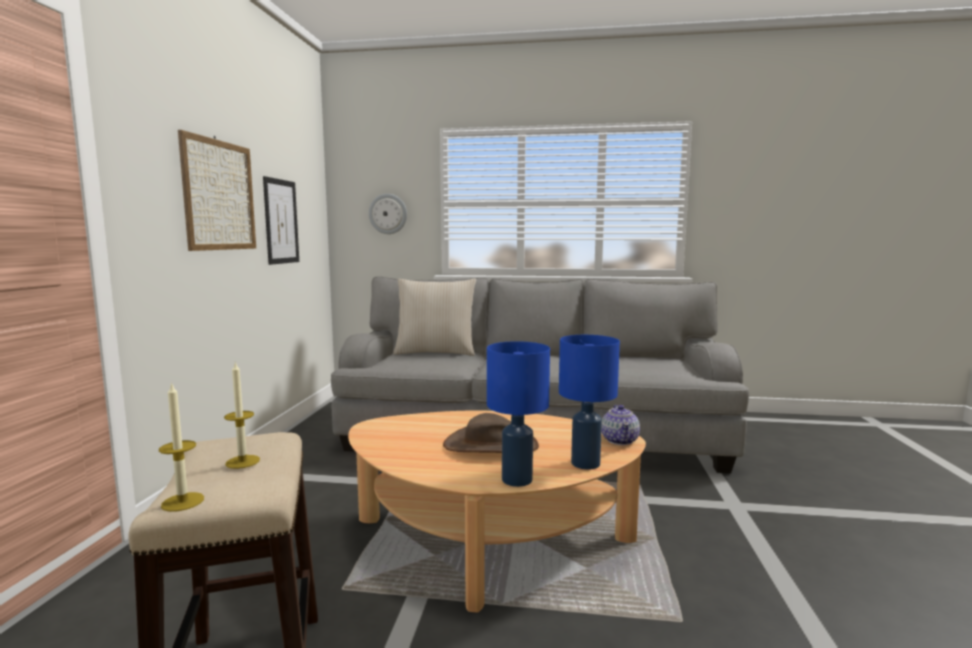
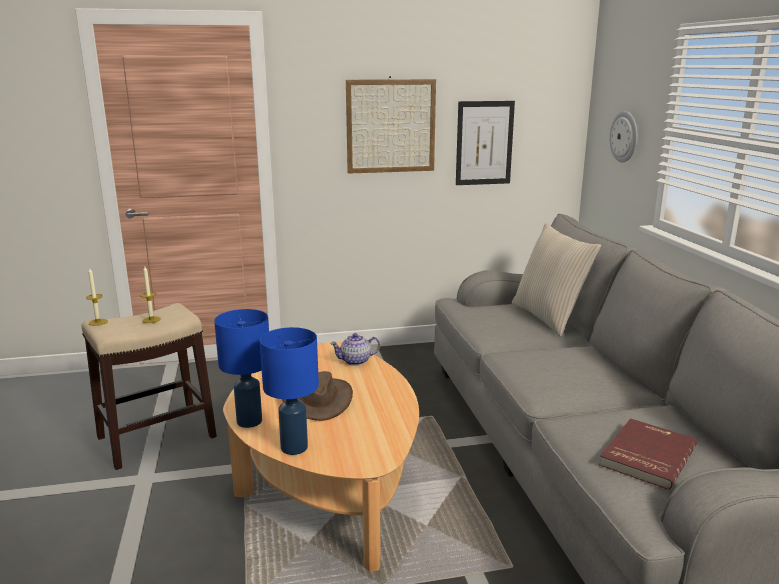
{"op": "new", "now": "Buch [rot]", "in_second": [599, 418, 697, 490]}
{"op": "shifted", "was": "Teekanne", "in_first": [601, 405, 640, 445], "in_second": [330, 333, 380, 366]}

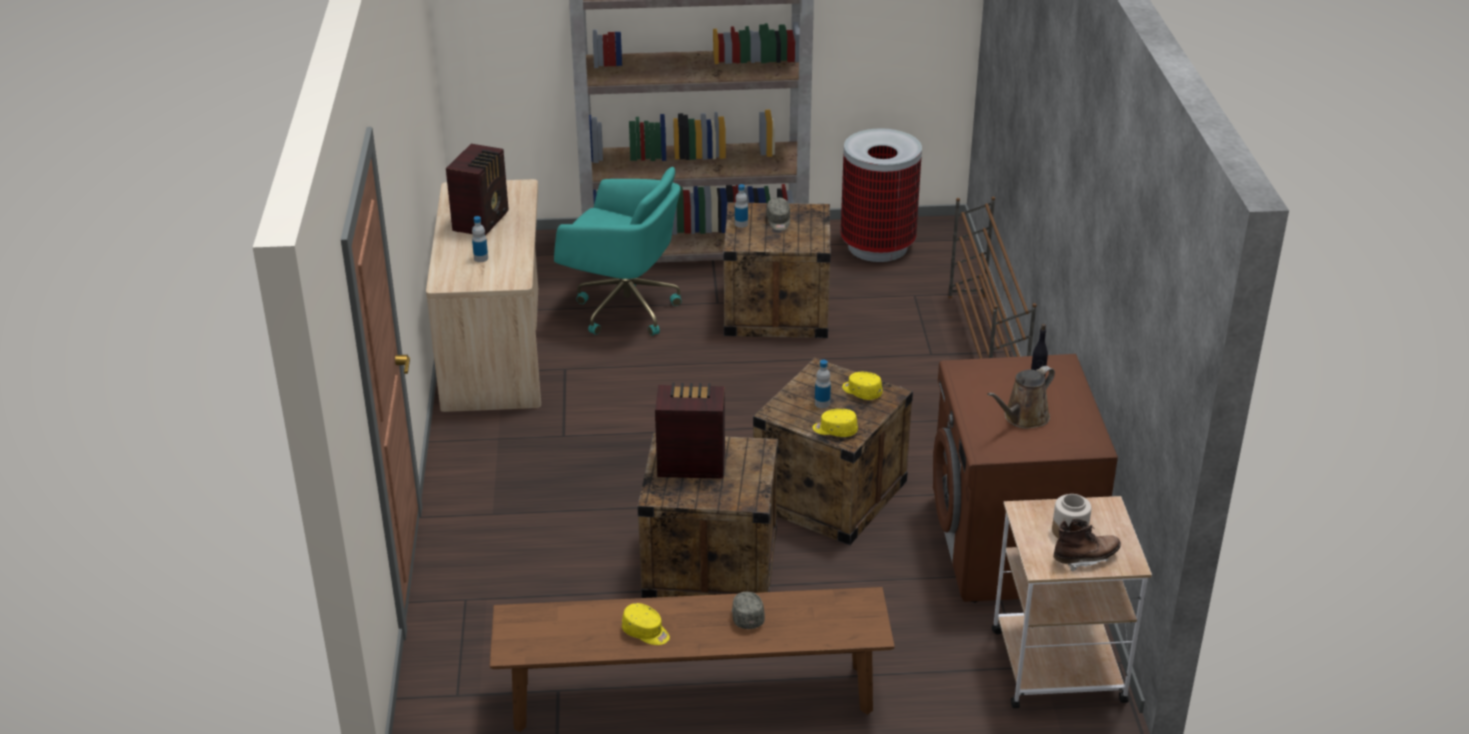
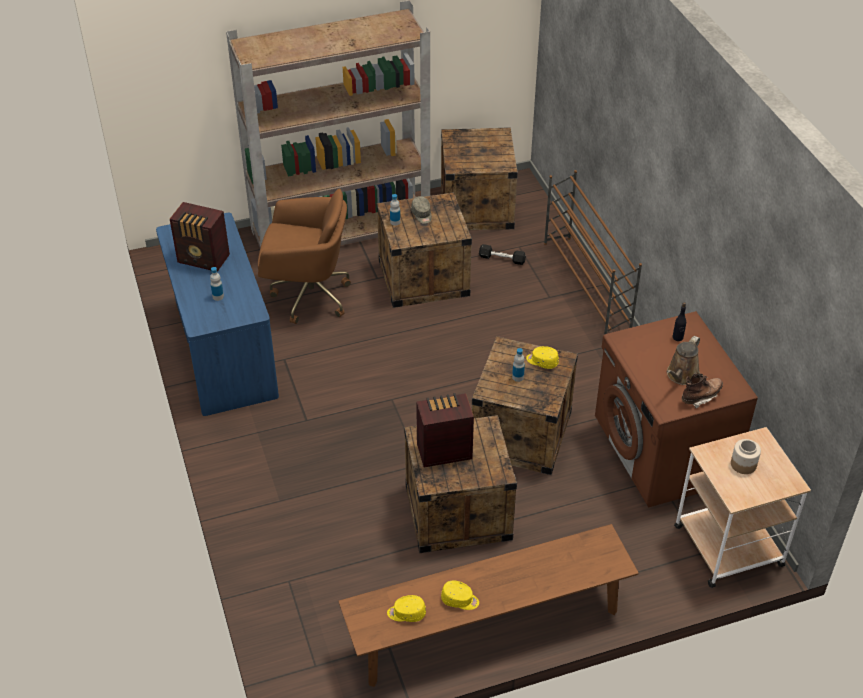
{"op": "gone", "was": "Kappe [grau]", "in_first": [732, 592, 765, 629]}
{"op": "new", "now": "Hantel [schwarz]", "in_second": [479, 244, 526, 265]}
{"op": "shifted", "was": "Kappe [gelb]", "in_first": [813, 409, 858, 437], "in_second": [387, 595, 426, 622]}
{"op": "shifted", "was": "Stiefel [braun]", "in_first": [1053, 519, 1121, 572], "in_second": [682, 373, 723, 408]}
{"op": "swapped", "was": "Mülleimer", "now": "Kiste", "in_first": [841, 128, 922, 262], "in_second": [441, 127, 518, 230]}
{"op": "repainted", "was": "Schreibtisch [beige]", "now": "Schreibtisch [blau]", "in_first": [426, 179, 541, 412], "in_second": [156, 212, 279, 416]}
{"op": "repainted", "was": "Bürostuhl [türkis]", "now": "Bürostuhl [braun]", "in_first": [554, 167, 682, 336], "in_second": [258, 189, 351, 324]}
{"op": "rotated", "was": "Radio", "in_first": [446, 144, 509, 236], "in_second": [170, 202, 230, 272], "clockwise": 105}

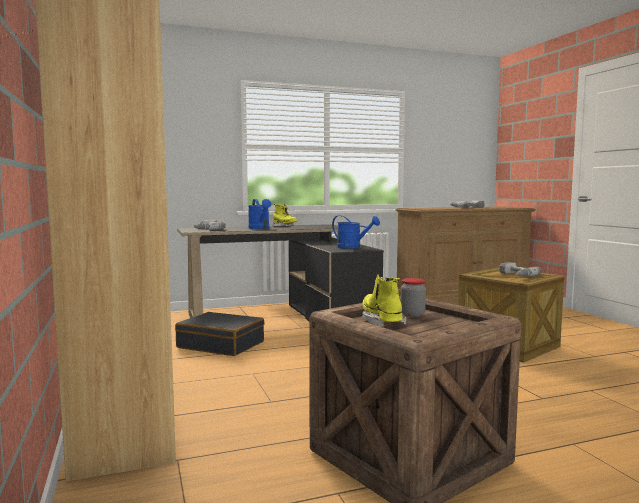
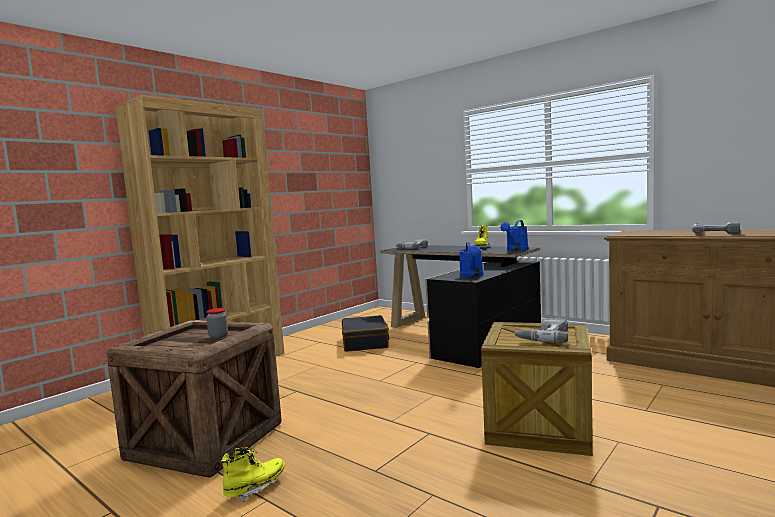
{"op": "shifted", "was": "Gießkanne [blau]", "in_first": [248, 199, 271, 229], "in_second": [500, 220, 529, 251]}
{"op": "shifted", "was": "Stiefel [gelb]", "in_first": [362, 274, 407, 327], "in_second": [221, 448, 285, 502]}

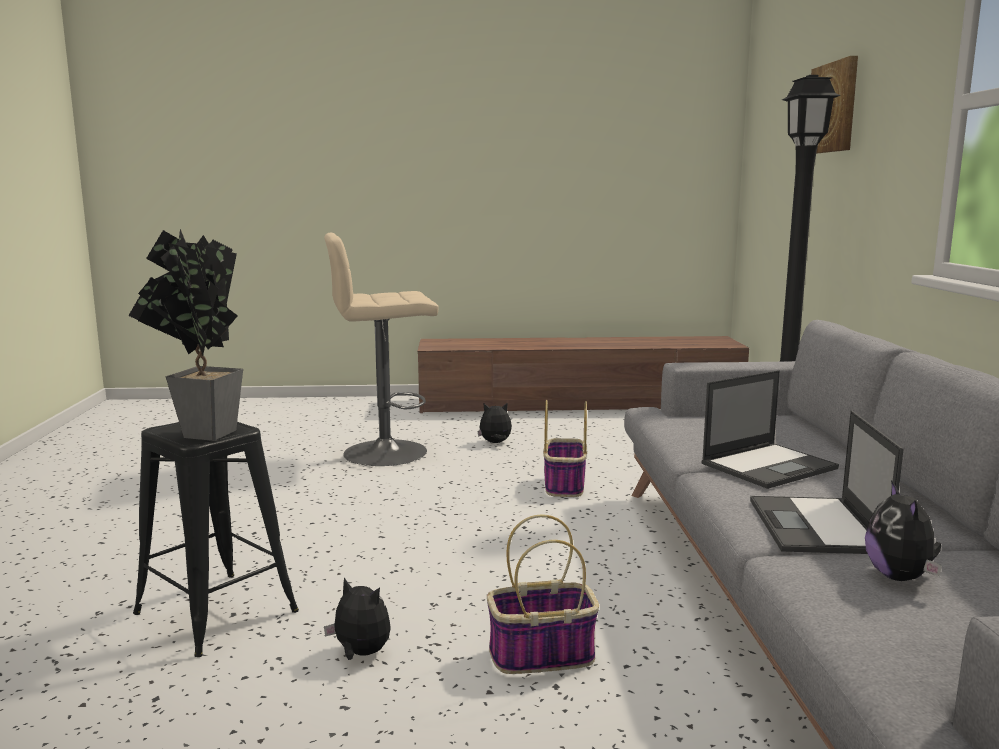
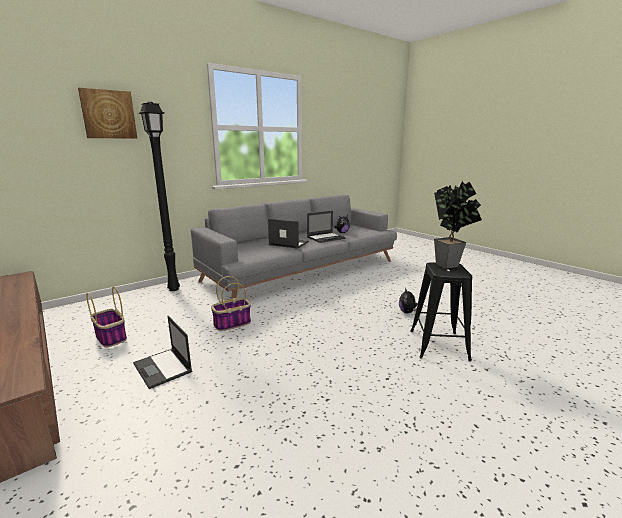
{"op": "gone", "was": "Hocker [beige]", "in_first": [324, 233, 439, 466]}
{"op": "shifted", "was": "Korb", "in_first": [487, 514, 599, 674], "in_second": [86, 287, 127, 348]}
{"op": "swapped", "was": "Plüschtier", "now": "Laptop", "in_first": [477, 402, 512, 443], "in_second": [133, 316, 192, 389]}

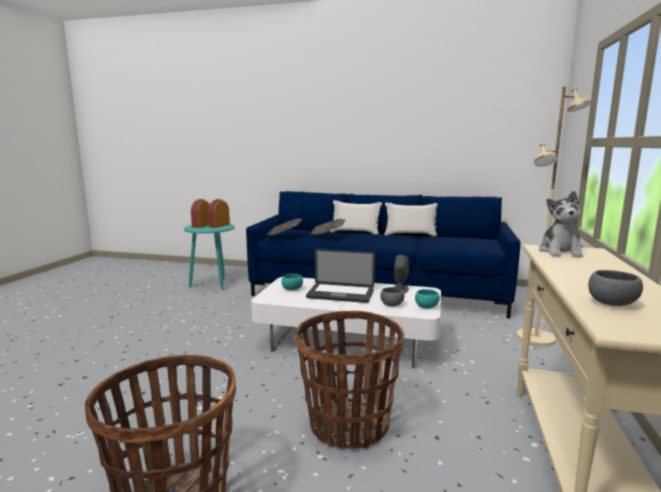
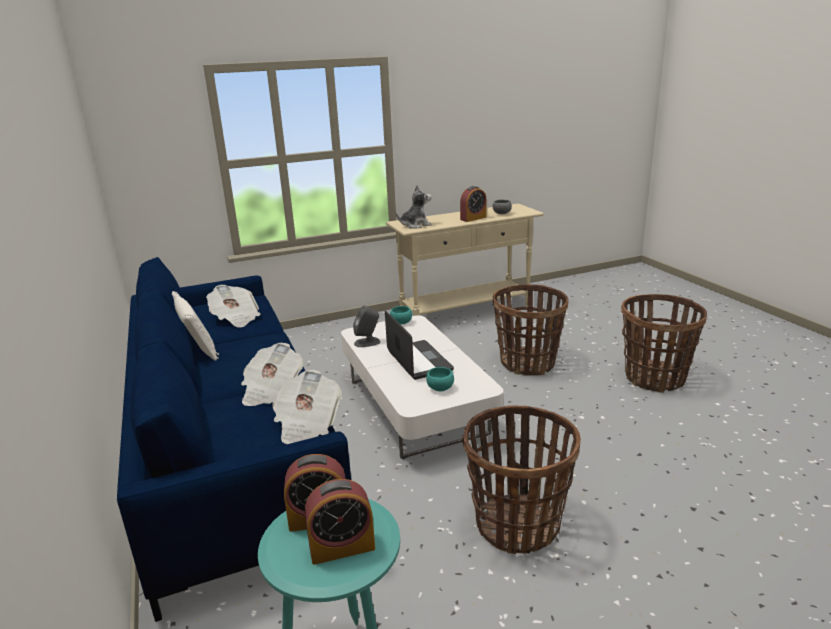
{"op": "gone", "was": "Kissen [weiß]", "in_first": [330, 200, 382, 235]}
{"op": "gone", "was": "Schüssel [grau]", "in_first": [380, 287, 404, 307]}
{"op": "gone", "was": "Stehlampe [beige]", "in_first": [517, 87, 592, 346]}
{"op": "new", "now": "Zeitung", "in_second": [206, 285, 261, 328]}
{"op": "new", "now": "Wecker", "in_second": [460, 186, 487, 222]}
{"op": "new", "now": "Korb", "in_second": [462, 406, 581, 555]}

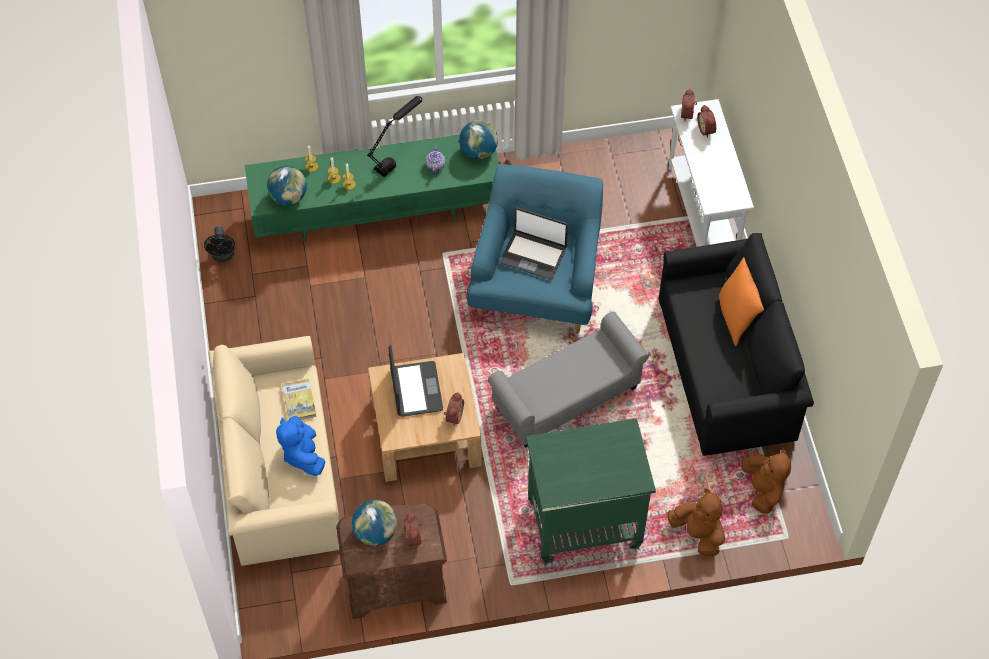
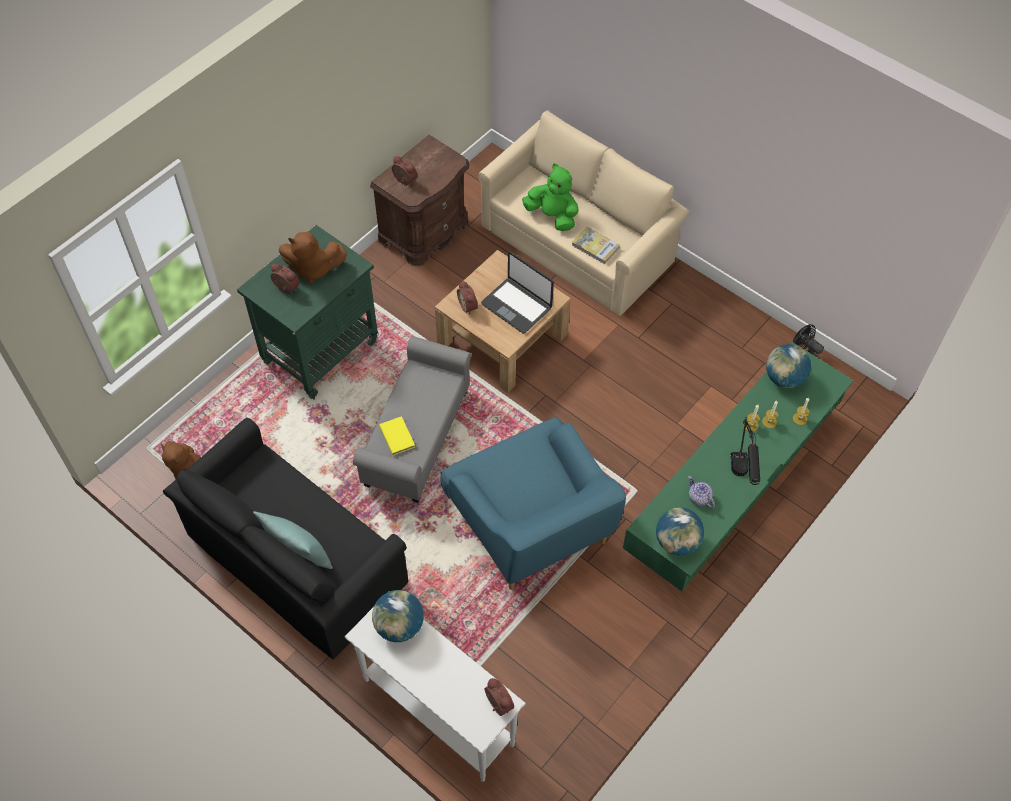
{"op": "gone", "was": "Laptop", "in_first": [500, 207, 568, 280]}
{"op": "new", "now": "Buch [gelb]", "in_second": [379, 416, 415, 455]}
{"op": "shifted", "was": "Globus", "in_first": [352, 500, 398, 546], "in_second": [372, 590, 424, 642]}
{"op": "shifted", "was": "Plüschtier [braun]", "in_first": [668, 489, 725, 556], "in_second": [278, 232, 347, 284]}
{"op": "shifted", "was": "Wecker", "in_first": [697, 105, 716, 138], "in_second": [271, 263, 300, 294]}
{"op": "repainted", "was": "Plüschtier [blau]", "now": "Plüschtier [grün]", "in_first": [276, 416, 325, 476], "in_second": [522, 164, 578, 231]}
{"op": "repainted", "was": "Kissen [orange]", "now": "Kissen [türkis]", "in_first": [719, 257, 764, 346], "in_second": [253, 511, 333, 569]}

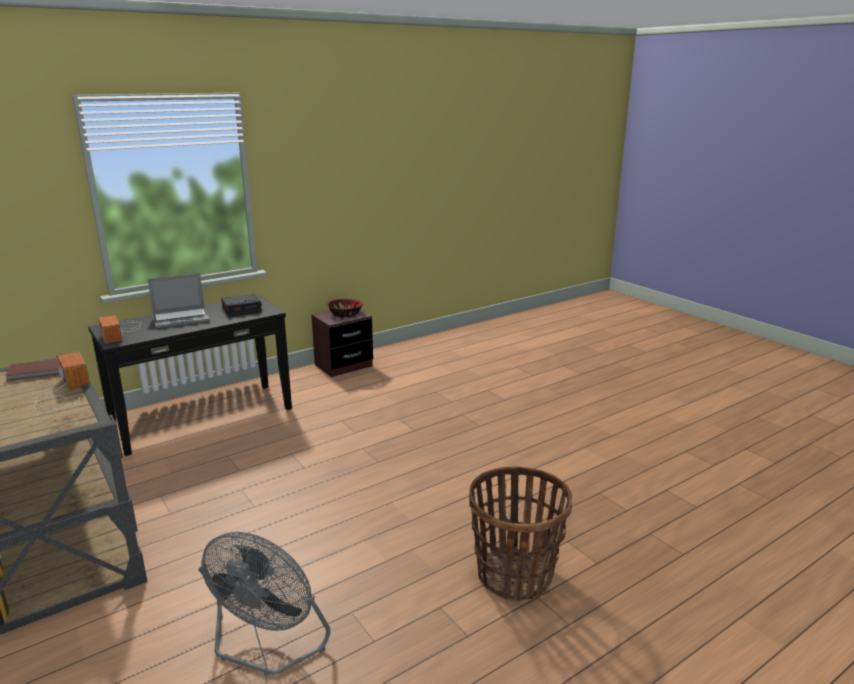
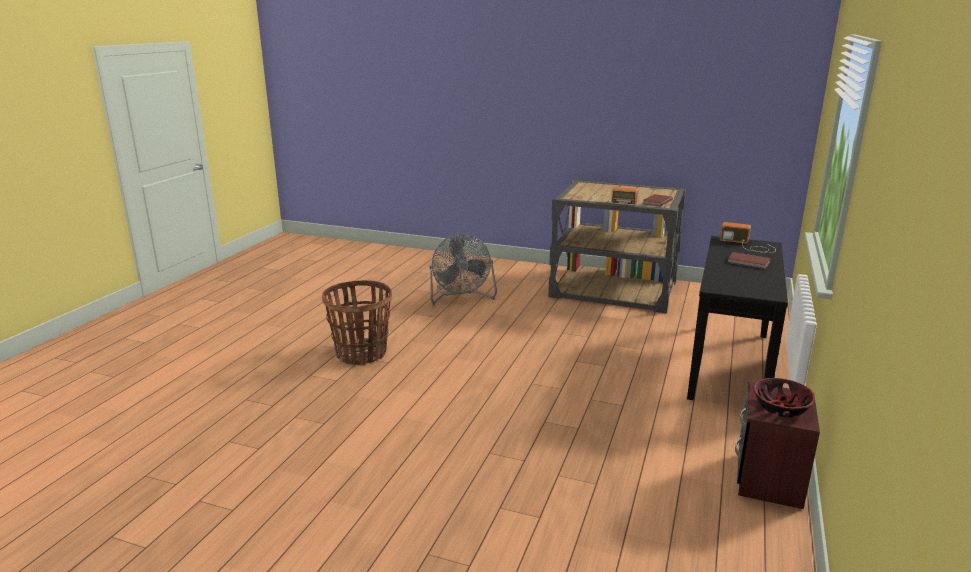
{"op": "gone", "was": "Wecker", "in_first": [221, 294, 262, 317]}
{"op": "swapped", "was": "Laptop", "now": "Buch [braun]", "in_first": [148, 273, 209, 329], "in_second": [727, 252, 771, 269]}

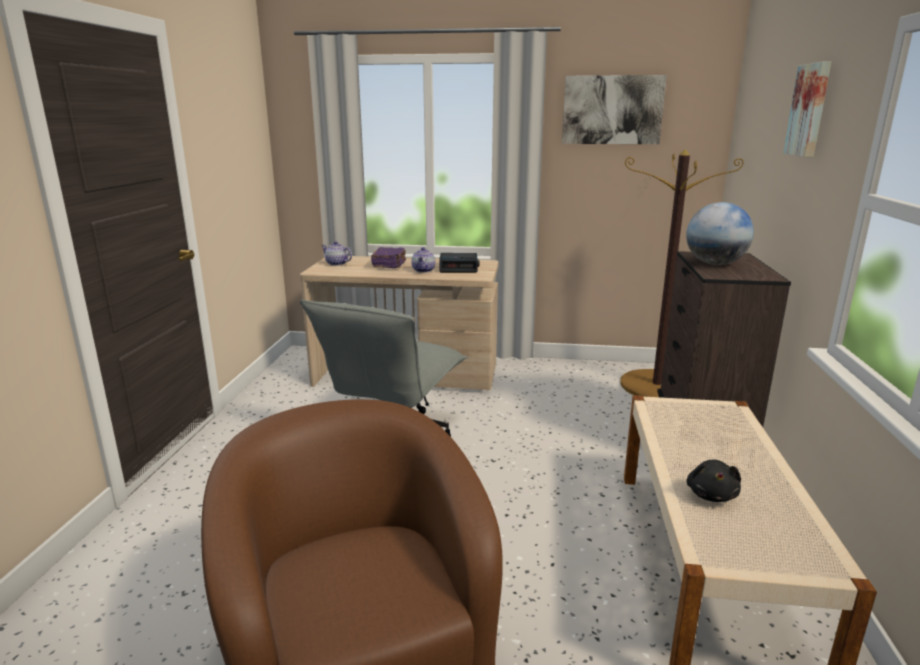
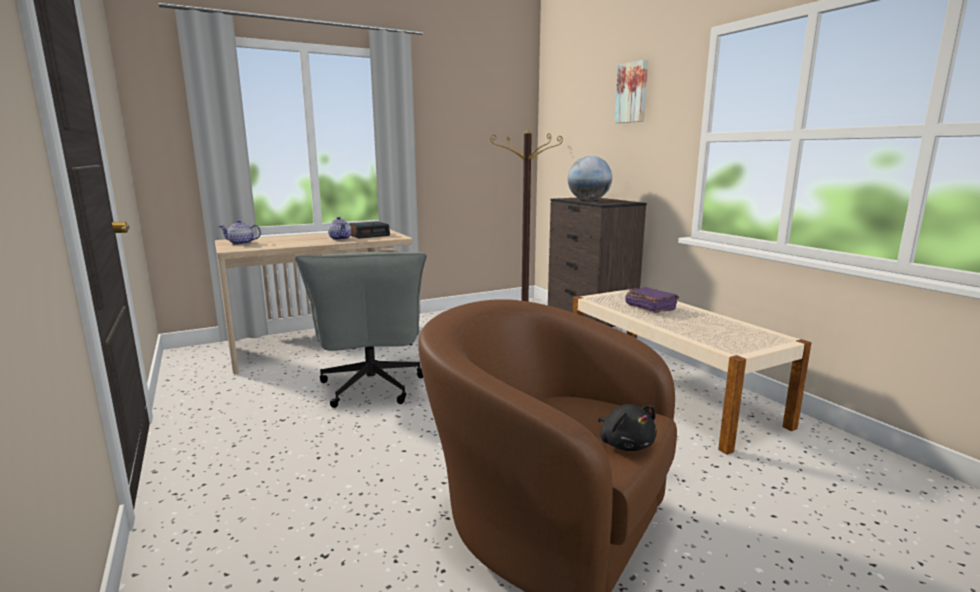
{"op": "gone", "was": "Bild", "in_first": [562, 75, 667, 144]}
{"op": "shifted", "was": "Buch [lila]", "in_first": [371, 247, 406, 268], "in_second": [625, 287, 679, 313]}
{"op": "shifted", "was": "Plüschtier [schwarz]", "in_first": [687, 459, 741, 502], "in_second": [598, 404, 657, 451]}

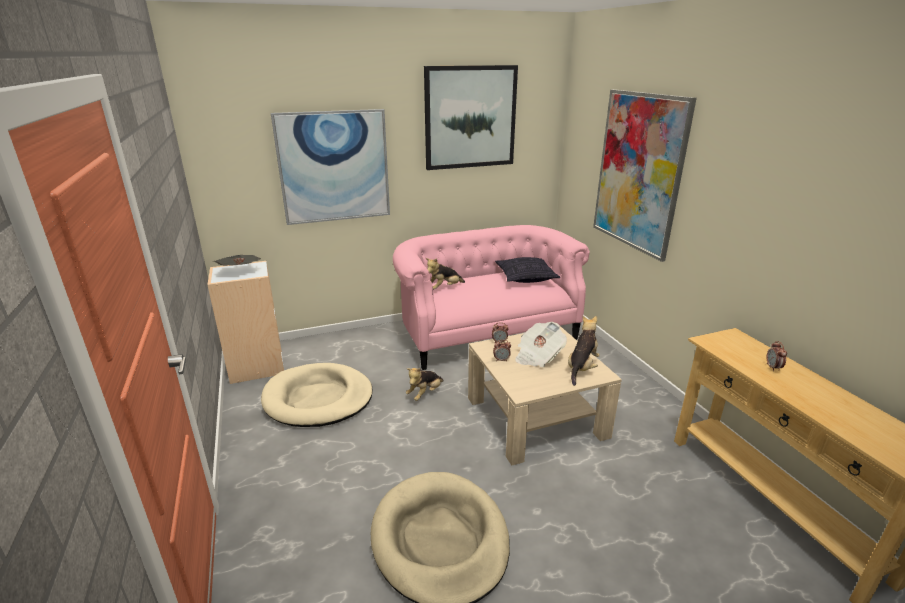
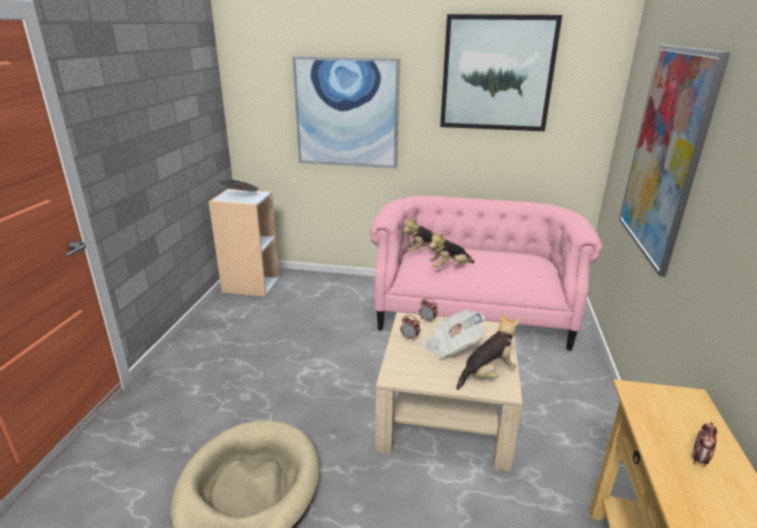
{"op": "gone", "was": "Hundebett [beige]", "in_first": [261, 363, 373, 427]}
{"op": "gone", "was": "Kissen", "in_first": [495, 257, 560, 283]}
{"op": "shifted", "was": "Plüschtier", "in_first": [406, 368, 444, 401], "in_second": [429, 232, 475, 268]}

